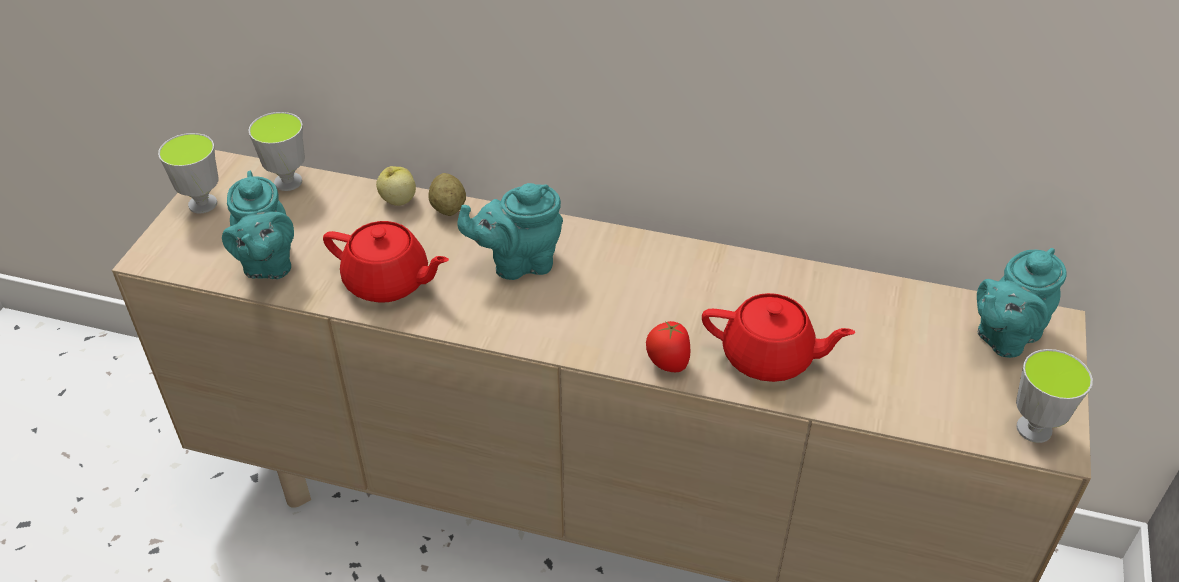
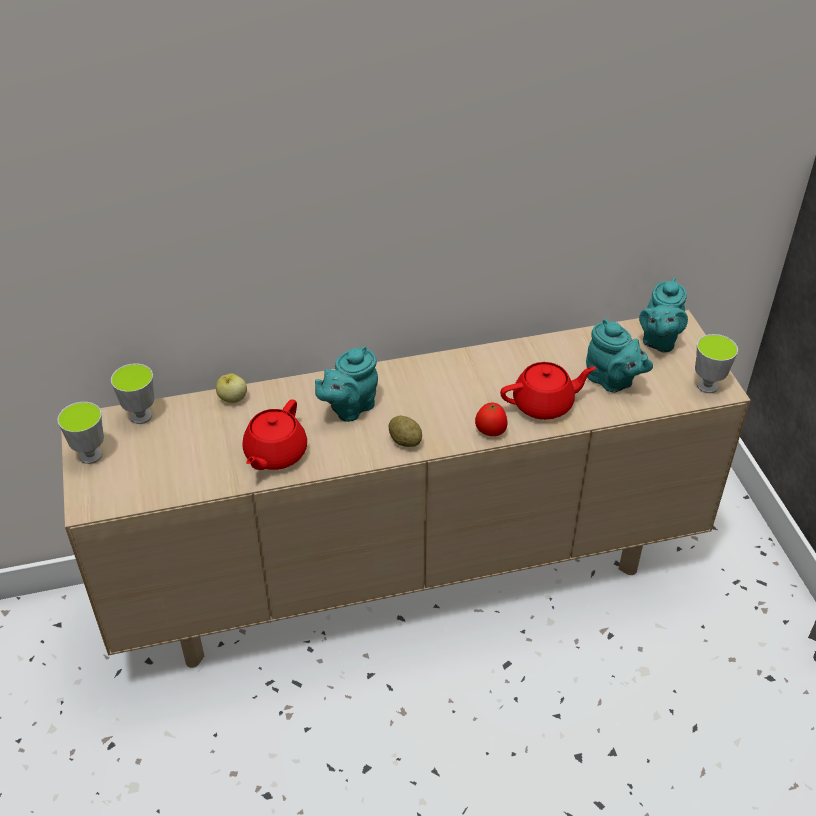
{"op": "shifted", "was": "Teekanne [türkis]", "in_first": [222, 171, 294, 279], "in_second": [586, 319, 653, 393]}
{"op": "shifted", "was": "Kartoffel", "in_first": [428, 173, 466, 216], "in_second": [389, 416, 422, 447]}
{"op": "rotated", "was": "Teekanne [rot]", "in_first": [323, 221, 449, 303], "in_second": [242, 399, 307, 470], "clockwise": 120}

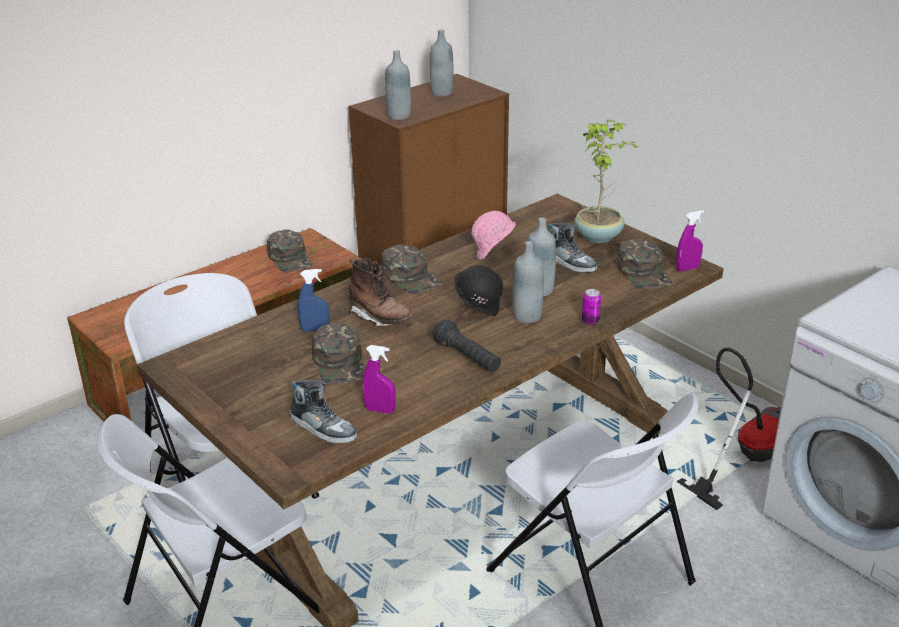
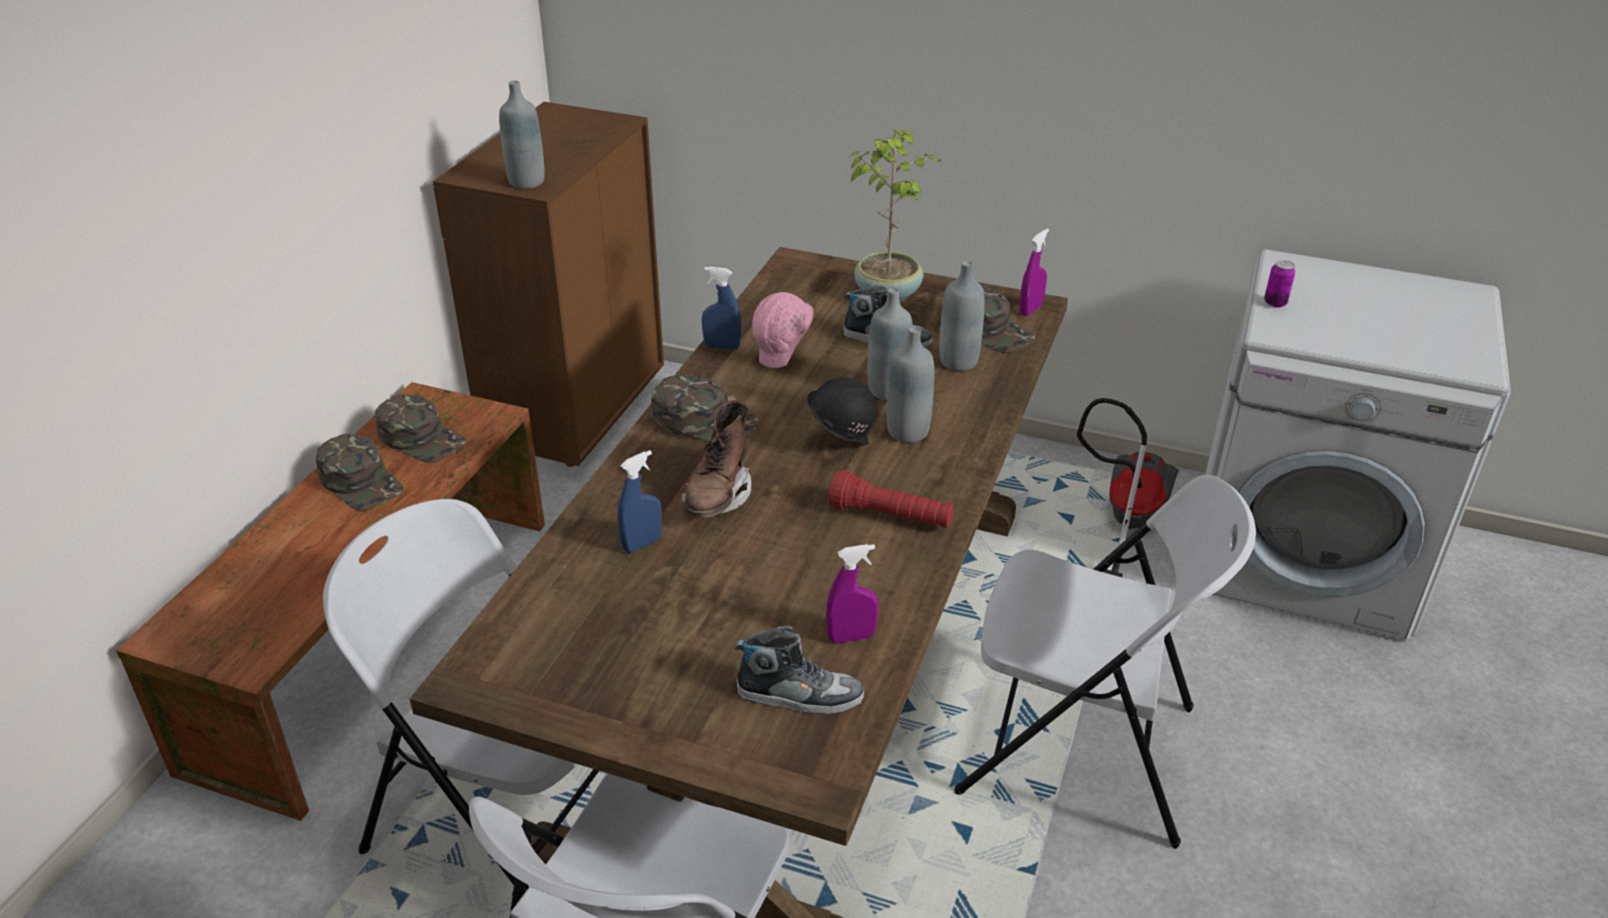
{"op": "new", "now": "Sprühflasche [blau]", "in_second": [702, 267, 741, 350]}
{"op": "shifted", "was": "Kappe [grün]", "in_first": [312, 323, 365, 385], "in_second": [316, 434, 403, 511]}
{"op": "shifted", "was": "Flasche [grau]", "in_first": [430, 29, 454, 96], "in_second": [939, 261, 985, 371]}
{"op": "shifted", "was": "Dose", "in_first": [582, 289, 601, 325], "in_second": [1264, 260, 1296, 308]}
{"op": "repainted", "was": "Taschenlampe [schwarz]", "now": "Taschenlampe [rot]", "in_first": [433, 320, 501, 372], "in_second": [828, 470, 954, 528]}
{"op": "rotated", "was": "Stiefel [braun]", "in_first": [349, 258, 413, 326], "in_second": [681, 394, 752, 518], "clockwise": 90}

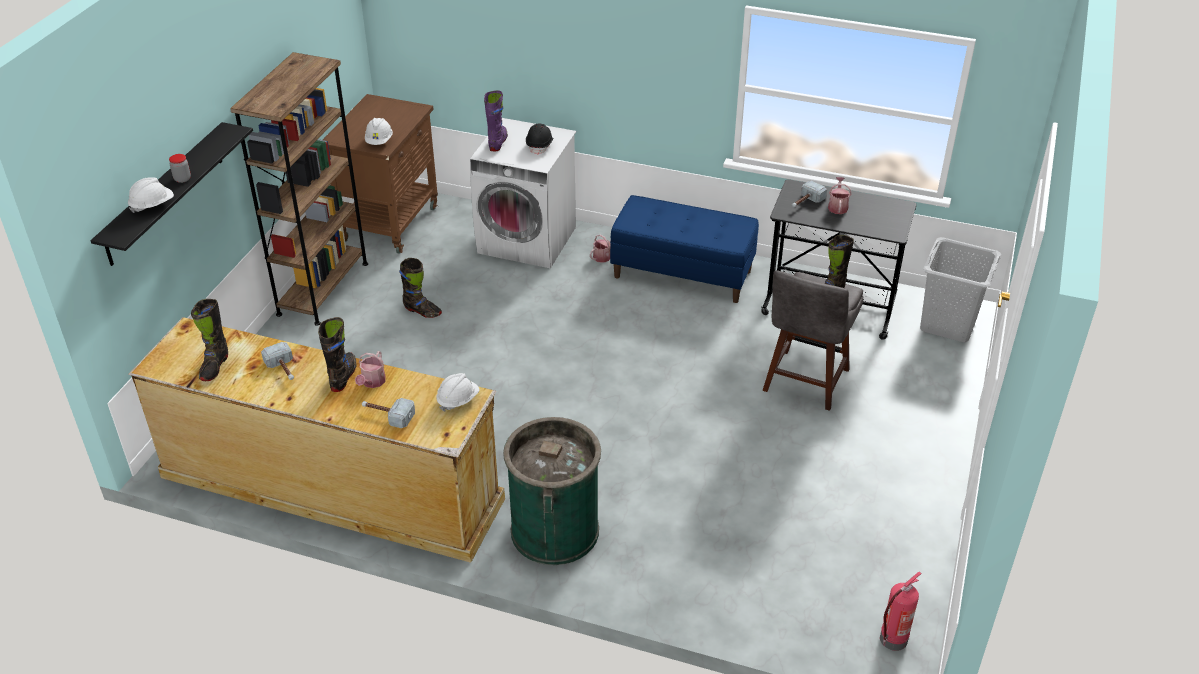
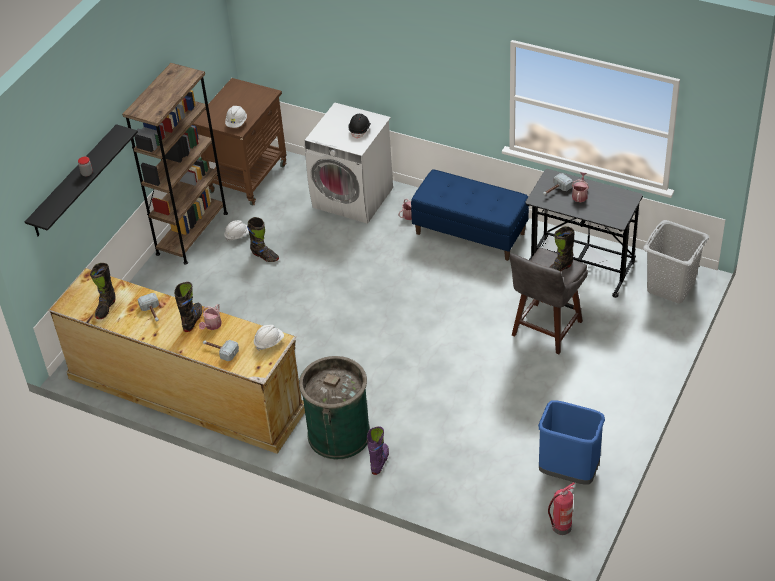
{"op": "new", "now": "Mülleimer [blau]", "in_second": [538, 400, 605, 485]}
{"op": "shifted", "was": "Schutzhelm [weiß]", "in_first": [128, 177, 174, 213], "in_second": [224, 220, 249, 241]}
{"op": "shifted", "was": "Stiefel [lila]", "in_first": [484, 90, 508, 152], "in_second": [367, 426, 389, 475]}

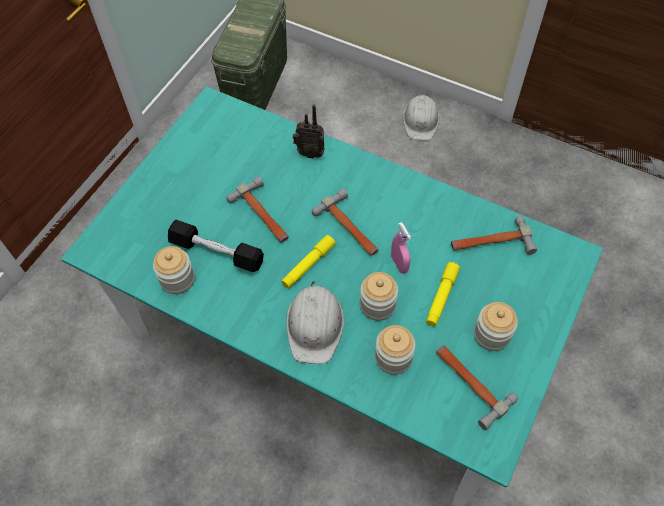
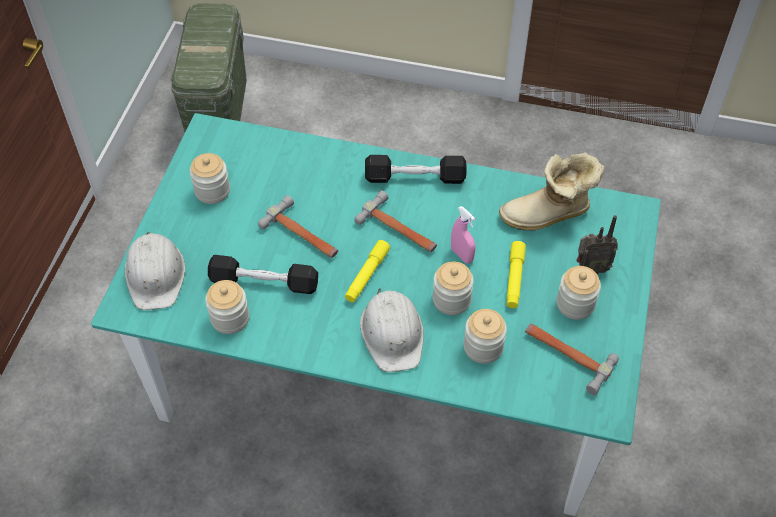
{"op": "new", "now": "Vorratsglas", "in_second": [190, 153, 230, 204]}
{"op": "new", "now": "Hantel [schwarz]", "in_second": [365, 155, 467, 184]}
{"op": "shifted", "was": "Radio", "in_first": [293, 105, 325, 159], "in_second": [576, 215, 618, 274]}
{"op": "shifted", "was": "Schutzhelm [weiß]", "in_first": [403, 95, 439, 141], "in_second": [125, 232, 185, 310]}
{"op": "swapped", "was": "Hammer", "now": "Stiefel", "in_first": [451, 216, 537, 255], "in_second": [499, 152, 604, 231]}

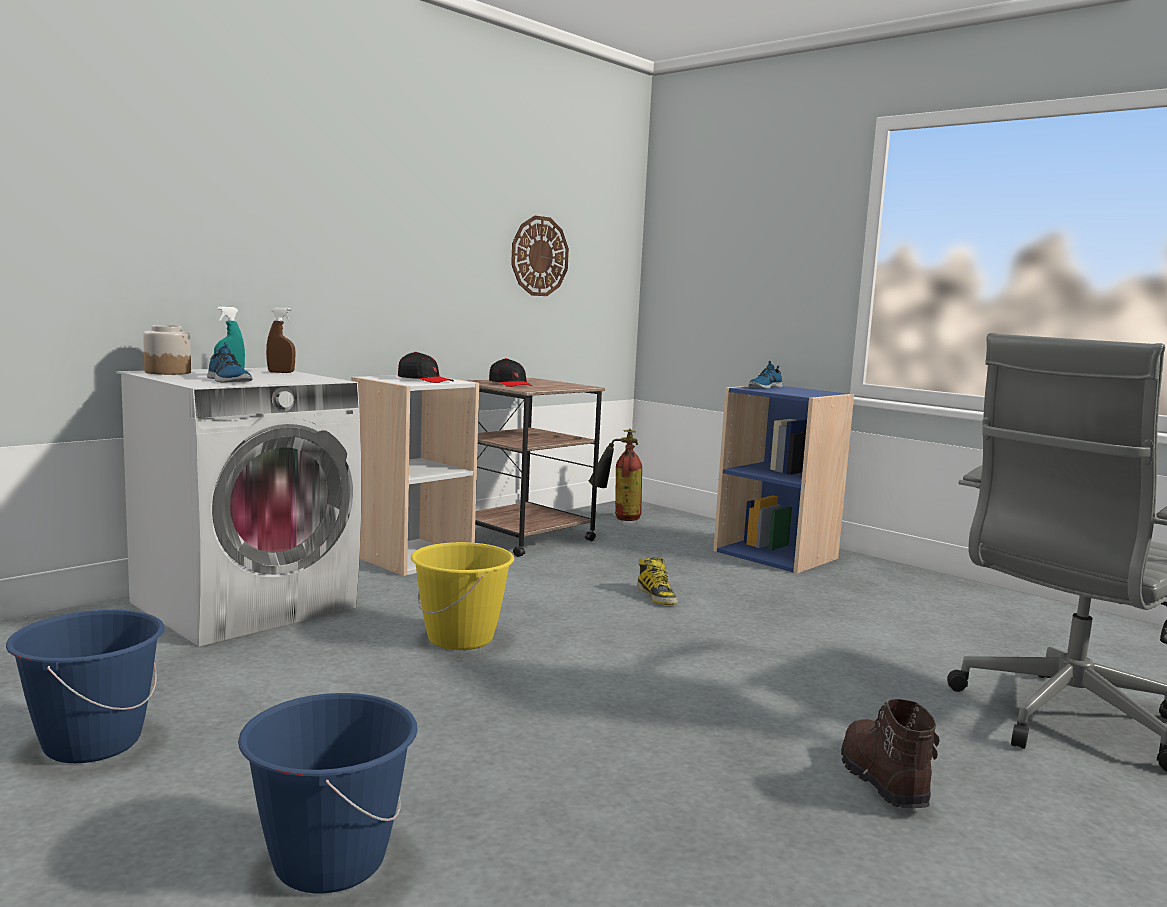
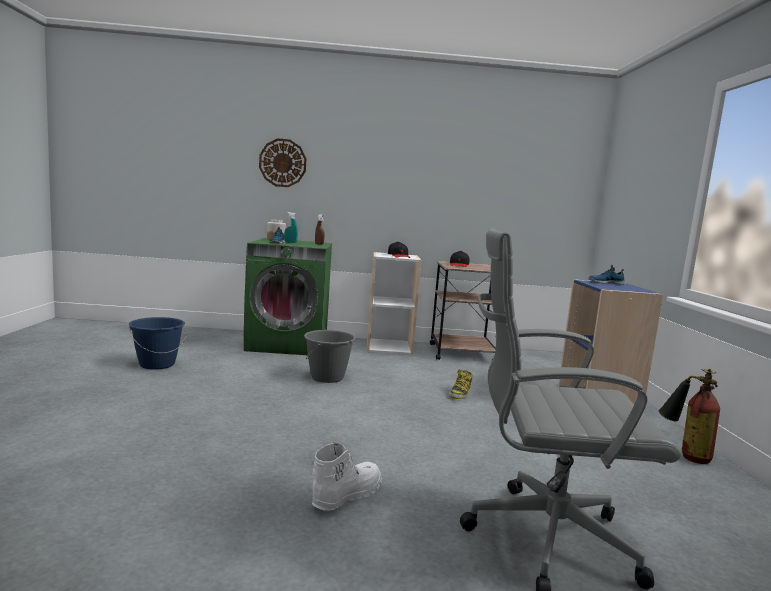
{"op": "gone", "was": "Eimer [blau]", "in_first": [238, 693, 418, 893]}
{"op": "shifted", "was": "Wanduhr", "in_first": [511, 216, 569, 296], "in_second": [259, 138, 306, 187]}
{"op": "shifted", "was": "Feuerlöscher", "in_first": [589, 429, 642, 521], "in_second": [659, 369, 720, 464]}
{"op": "repainted", "was": "Waschmaschine [weiß]", "now": "Waschmaschine [grün]", "in_first": [116, 367, 361, 646], "in_second": [244, 238, 332, 355]}
{"op": "repainted", "was": "Eimer [gelb]", "now": "Eimer [grau]", "in_first": [411, 542, 514, 650], "in_second": [304, 330, 356, 383]}
{"op": "repainted", "was": "Stiefel [braun]", "now": "Stiefel [weiß]", "in_first": [841, 699, 940, 808], "in_second": [311, 442, 382, 511]}

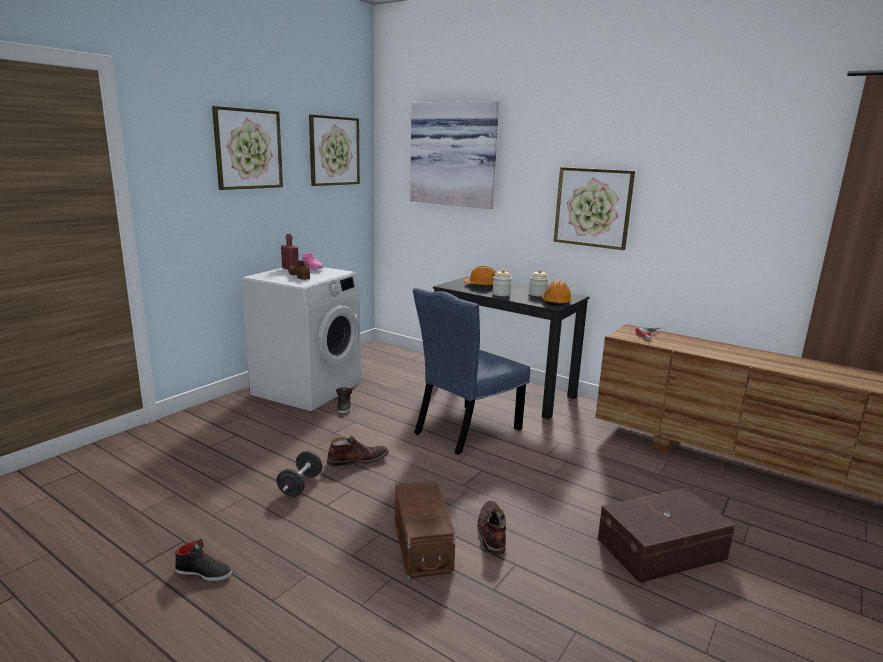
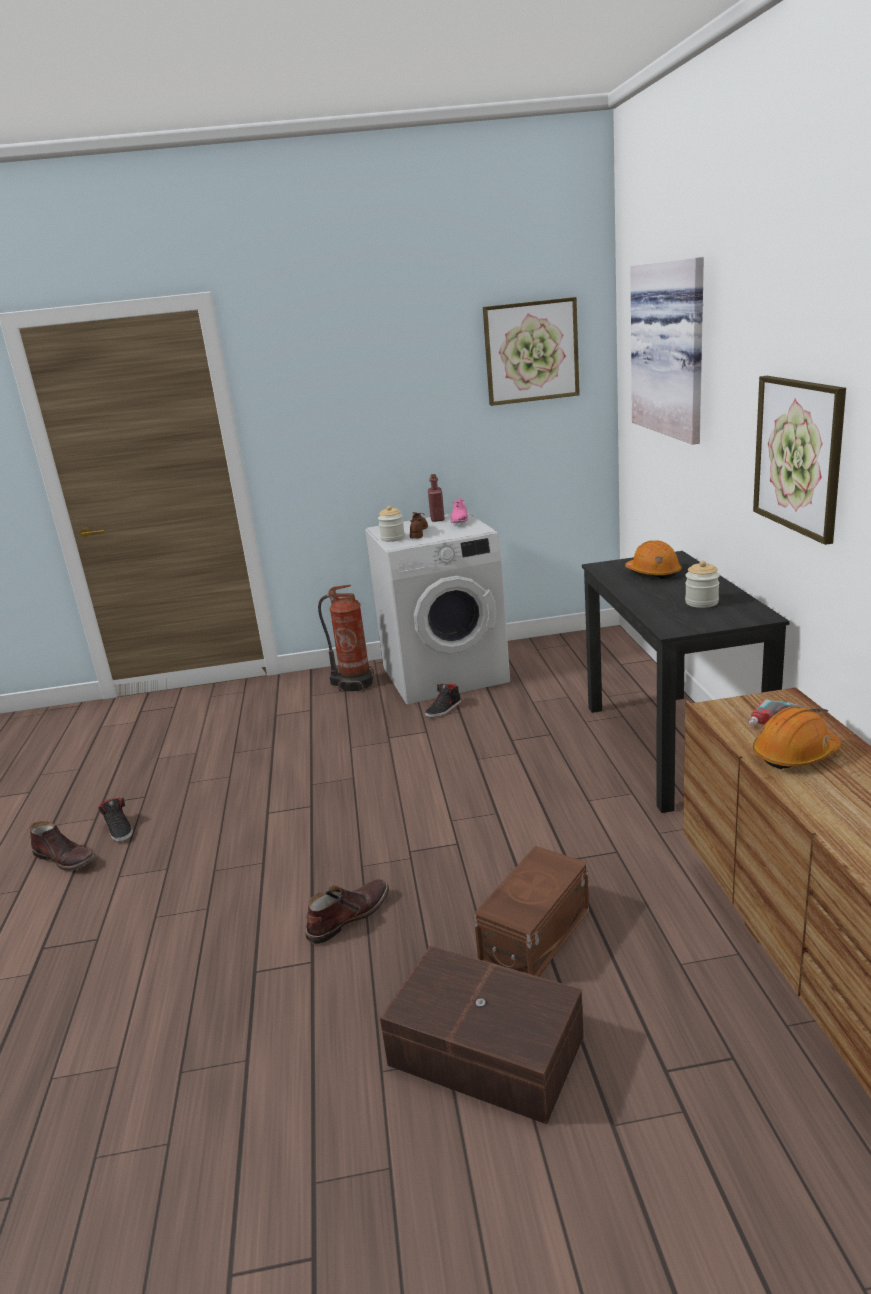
{"op": "gone", "was": "Bild", "in_first": [212, 106, 283, 190]}
{"op": "gone", "was": "Hantel [schwarz]", "in_first": [277, 451, 322, 497]}
{"op": "gone", "was": "Stuhl [blau]", "in_first": [413, 288, 530, 455]}
{"op": "new", "now": "Feuerlöscher", "in_second": [318, 585, 374, 691]}
{"op": "shifted", "was": "Stiefel [braun]", "in_first": [327, 436, 389, 466], "in_second": [29, 821, 95, 871]}
{"op": "shifted", "was": "Aufbewahrungsbox [braun]", "in_first": [395, 481, 456, 579], "in_second": [474, 846, 589, 977]}
{"op": "shifted", "was": "Vorratsglas", "in_first": [492, 269, 512, 296], "in_second": [378, 506, 405, 542]}
{"op": "shifted", "was": "Schutzhelm [orange]", "in_first": [542, 280, 573, 306], "in_second": [753, 707, 841, 769]}

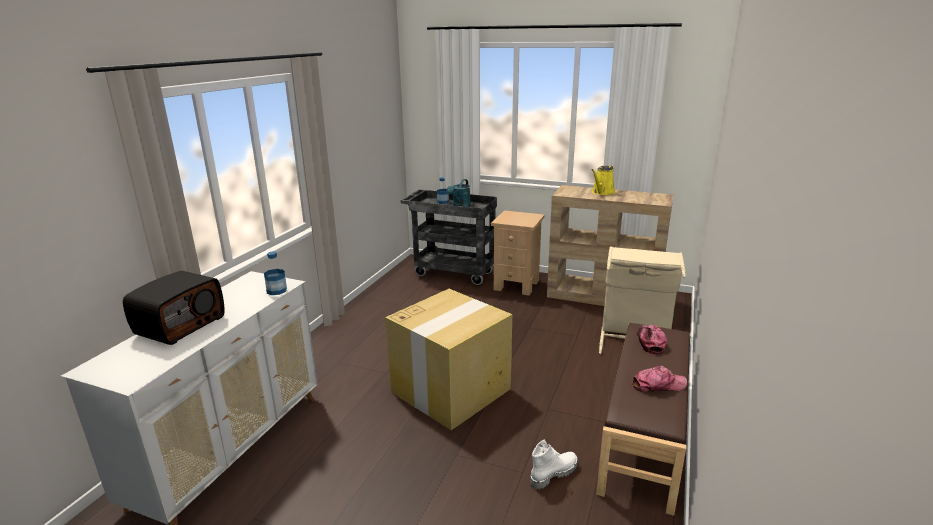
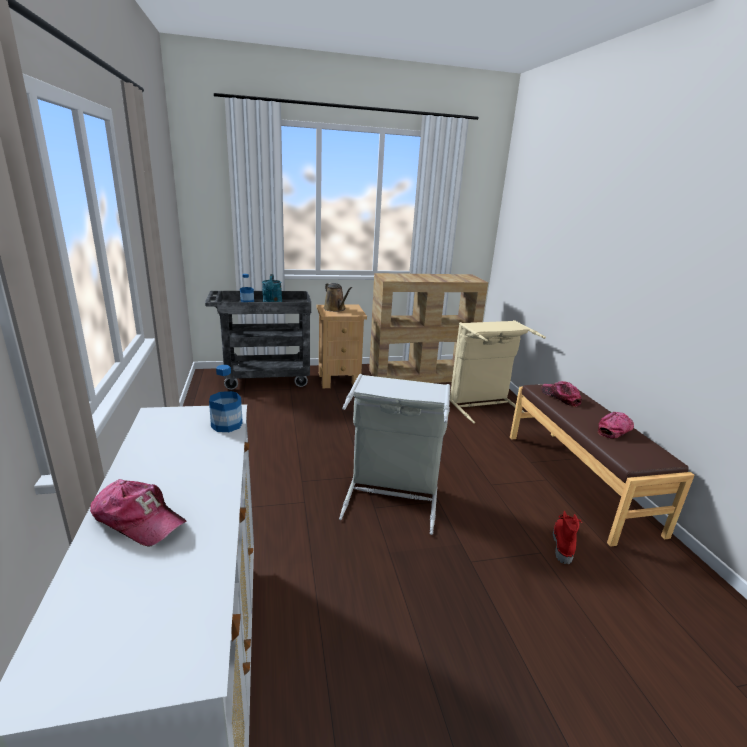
{"op": "gone", "was": "Gießkanne [gelb]", "in_first": [591, 166, 615, 195]}
{"op": "new", "now": "Gießkanne [braun]", "in_second": [324, 283, 352, 312]}
{"op": "swapped", "was": "Radio", "now": "Kappe", "in_first": [123, 271, 224, 345], "in_second": [90, 479, 187, 547]}
{"op": "swapped", "was": "Karton", "now": "Wäschekorb [grau]", "in_first": [385, 289, 512, 430], "in_second": [339, 374, 450, 535]}
{"op": "repainted", "was": "Stiefel [weiß]", "now": "Stiefel [rot]", "in_first": [530, 439, 578, 490], "in_second": [553, 511, 582, 564]}

